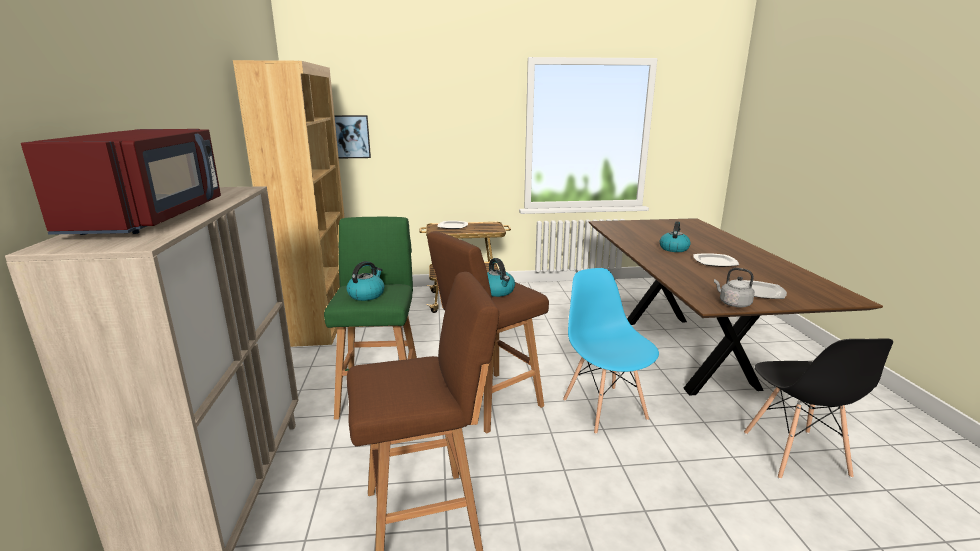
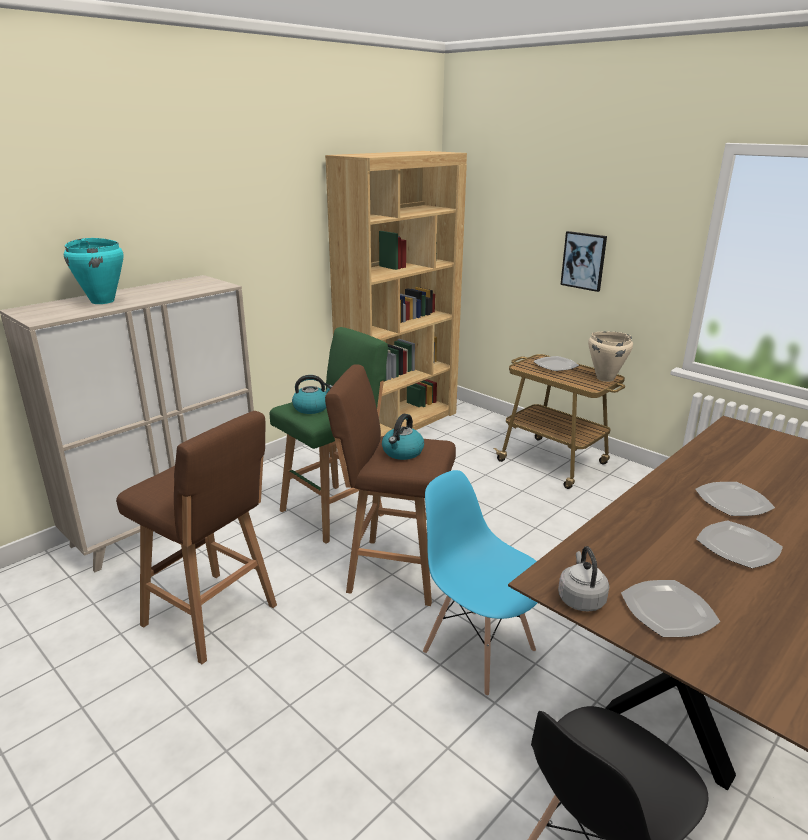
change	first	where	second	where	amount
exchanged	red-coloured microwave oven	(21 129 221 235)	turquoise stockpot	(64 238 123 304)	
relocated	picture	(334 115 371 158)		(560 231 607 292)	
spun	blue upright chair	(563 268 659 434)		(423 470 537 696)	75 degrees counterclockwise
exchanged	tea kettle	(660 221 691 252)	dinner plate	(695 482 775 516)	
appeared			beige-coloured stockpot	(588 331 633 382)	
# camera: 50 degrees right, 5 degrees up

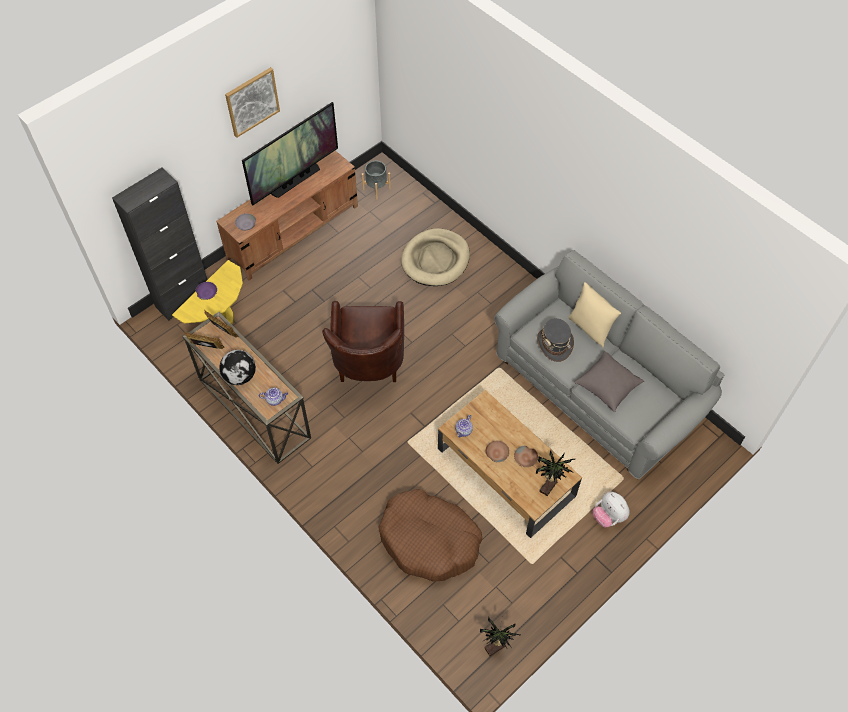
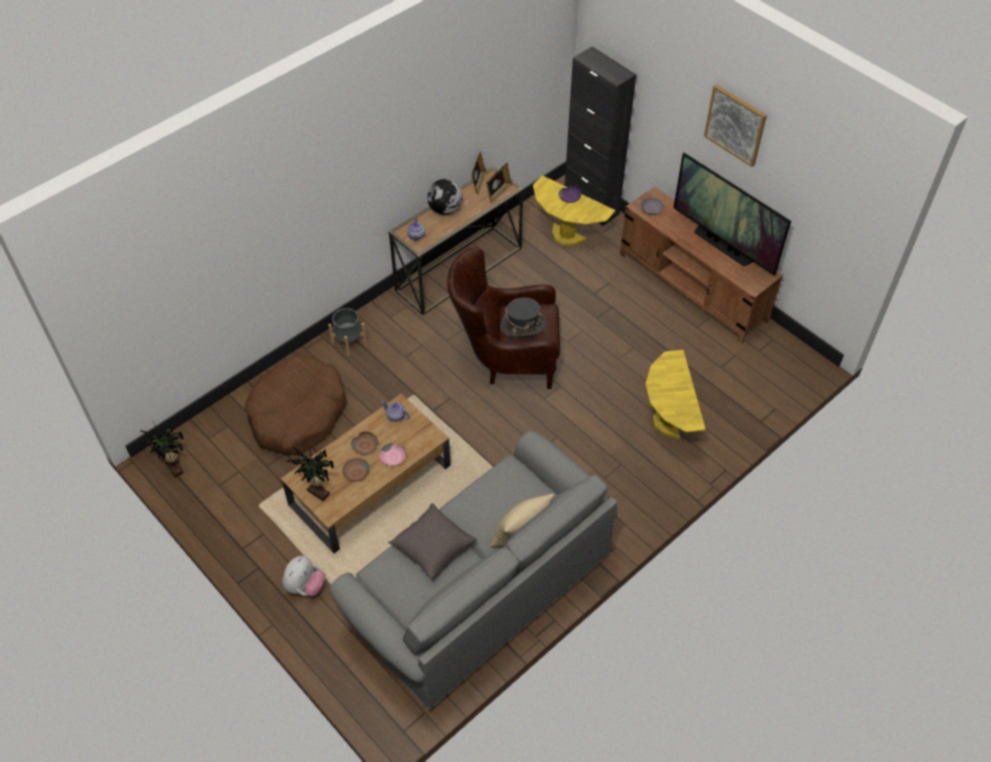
change	first	where	second	where	amount
relocated	grey flower pot	(362 161 391 199)		(329 308 367 356)	
exchanged	beige-coloured dog bed	(401 228 470 286)	yellowish end table	(645 350 706 439)	
relocated	grey wearable hat	(537 318 574 362)		(500 298 546 337)	
spun	soft toy	(593 492 630 527)		(282 556 325 596)	150 degrees clockwise
appeared			pink-coloured serving bowl	(379 443 407 466)	
# camera: 90 degrees right, 5 degrees down

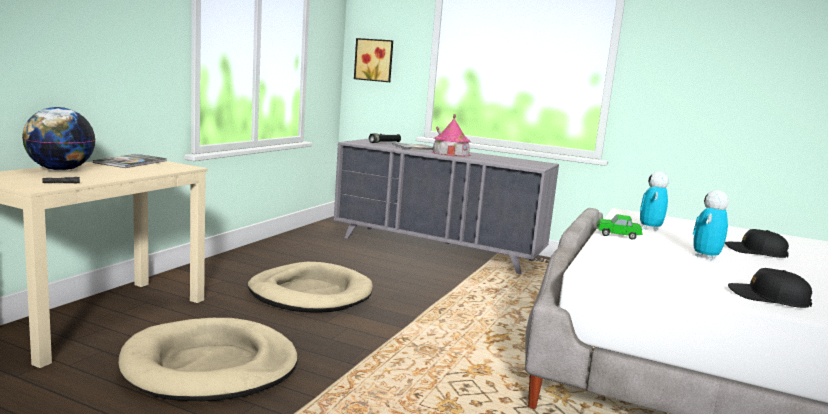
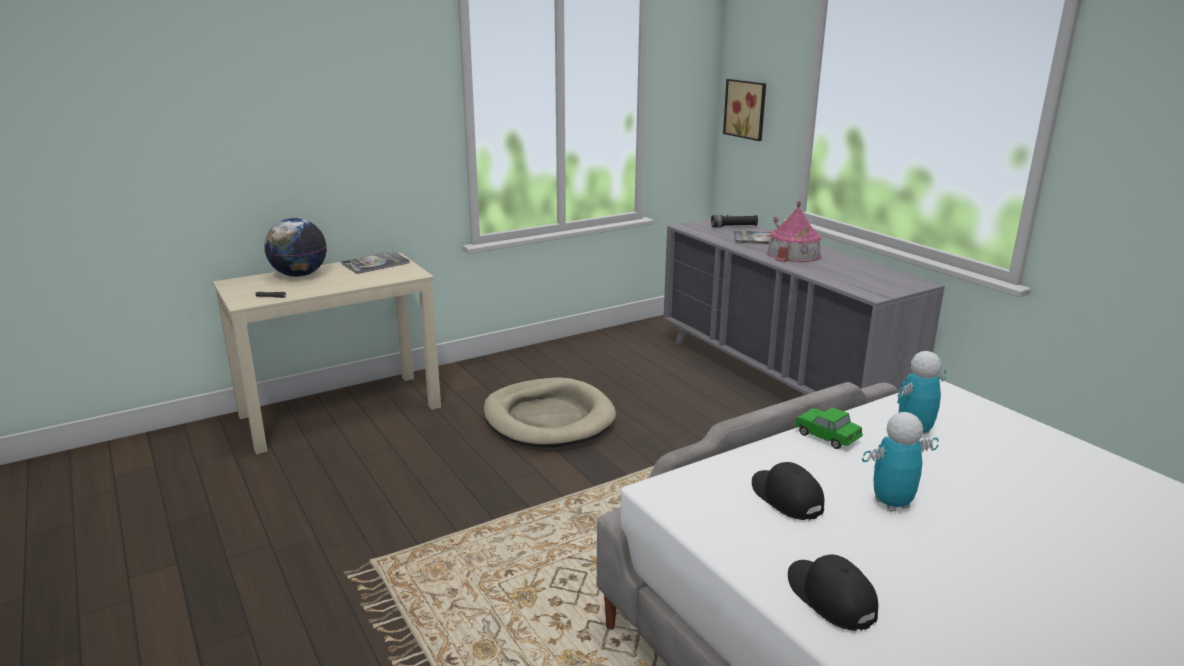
change	first	where	second	where	amount
missing	beige-coloured dog bed	(119 318 298 401)			
relocated	blackish cap	(725 229 789 258)		(752 462 824 520)	
# camera: 35 degrees right, 10 degrees up

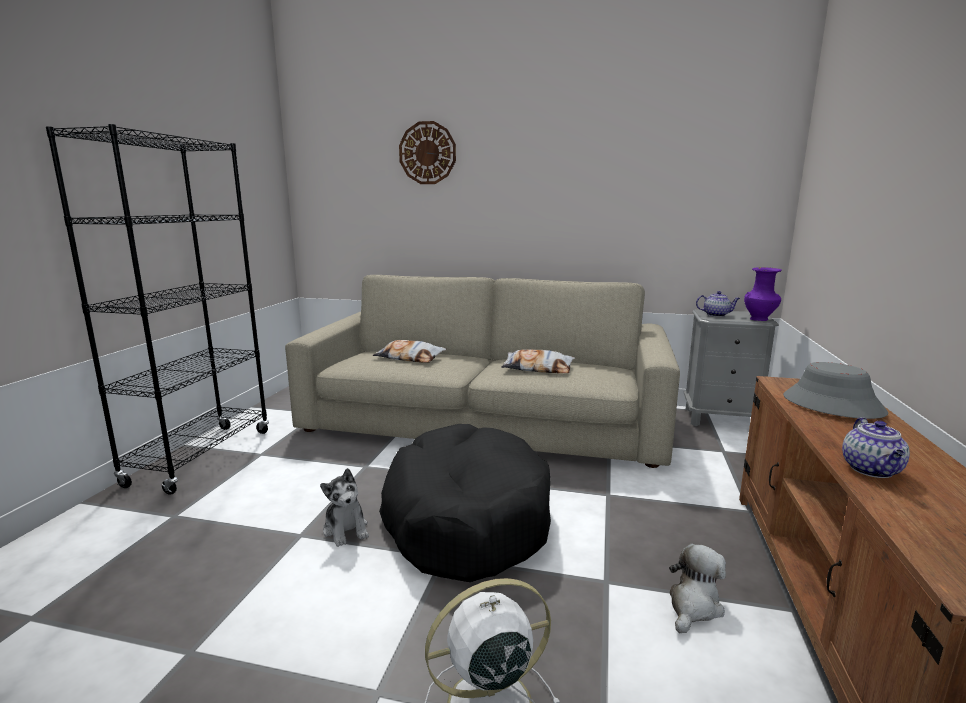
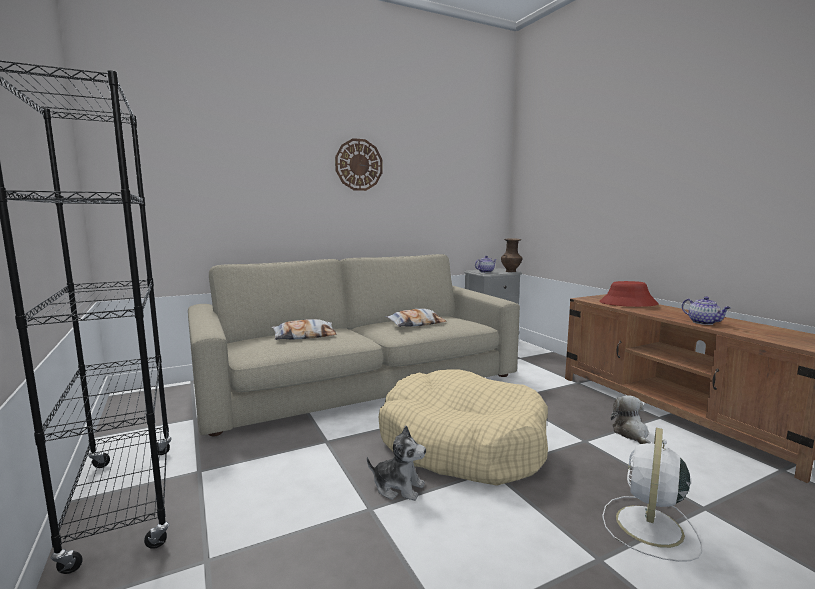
change	first	where	second	where	amount
colour	blackish dog bed	(379 424 551 582)	beige-coloured dog bed	(379 369 548 486)	
relocated	wall clock	(399 121 456 184)		(335 138 383 191)	
colour	purple-coloured flower vase	(744 267 782 321)	brownish flower vase	(501 238 523 272)	
colour	grey wearable hat	(783 362 888 419)	red-coloured wearable hat	(599 281 659 307)	
# camera: 40 degrees left, 5 degrees down

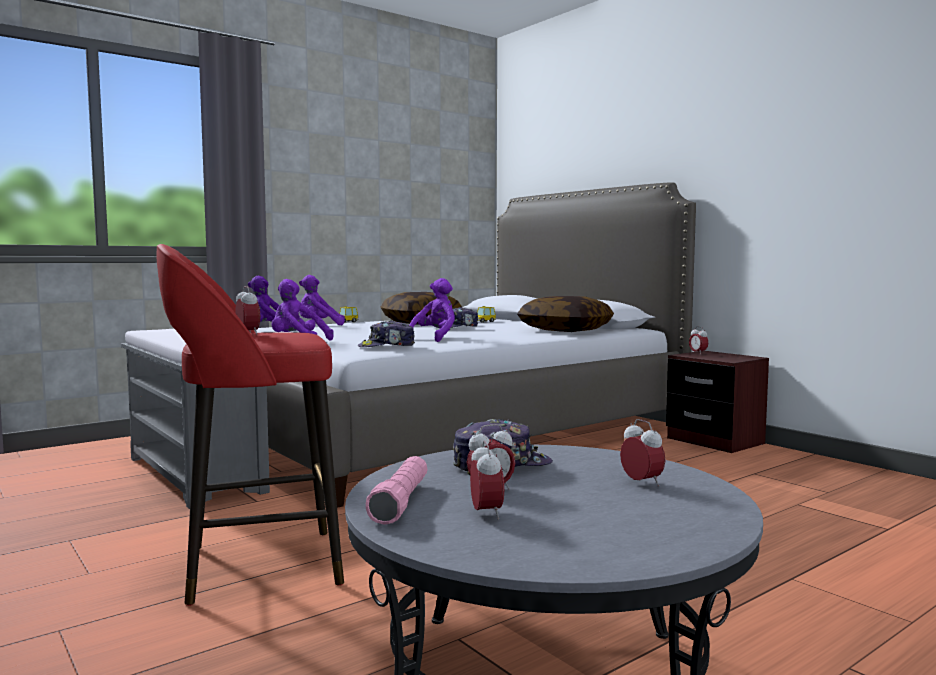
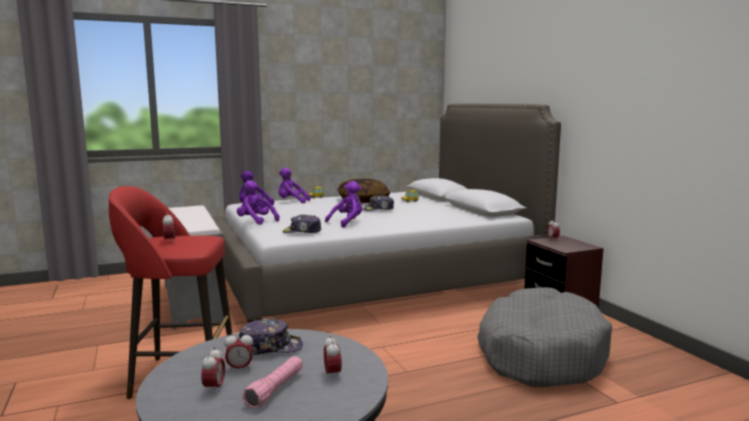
change	first	where	second	where	amount
relocated	pink-coloured flashlight	(366 456 428 525)		(242 356 303 409)	
missing	cushion	(517 296 614 332)			
appeared			grey dog bed	(477 287 612 387)	
# camera: 15 degrees right, 5 degrees up

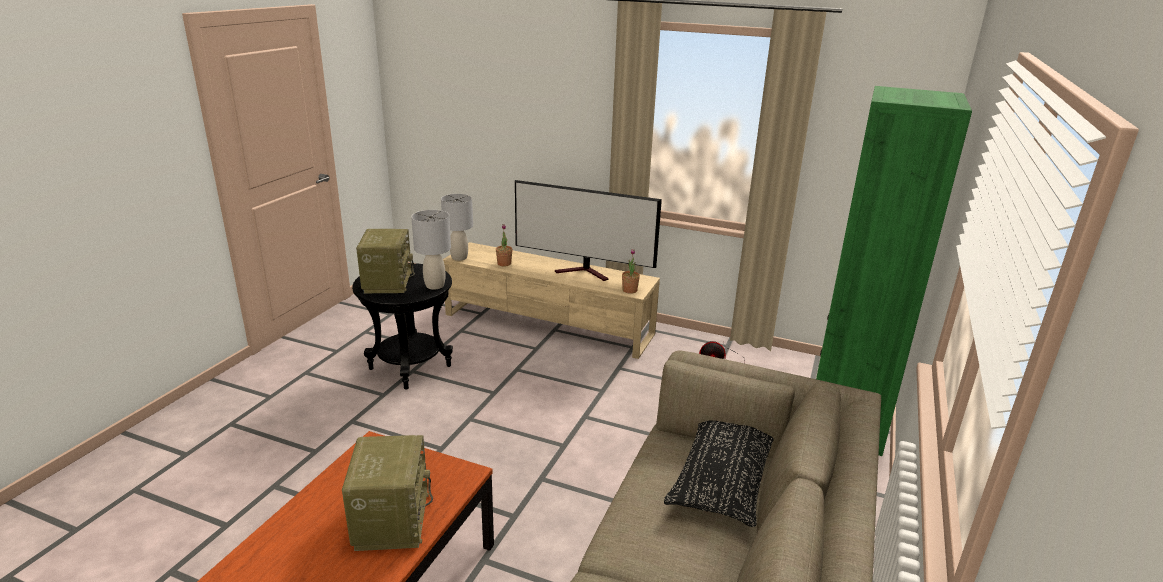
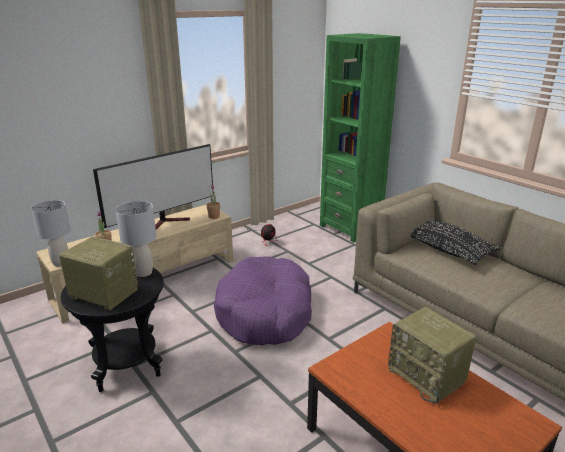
change	first	where	second	where	amount
spun	radio set	(342 435 433 551)		(388 307 476 404)	150 degrees counterclockwise
appeared			purple-coloured dog bed	(214 256 312 345)	
# camera: 60 degrees left, 0 degrees up

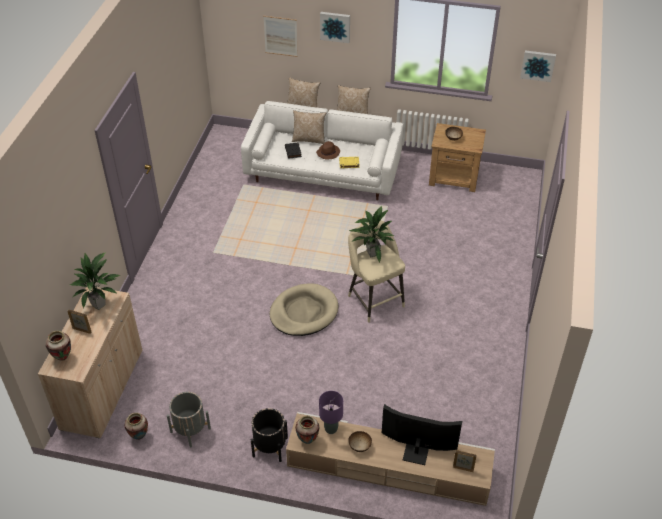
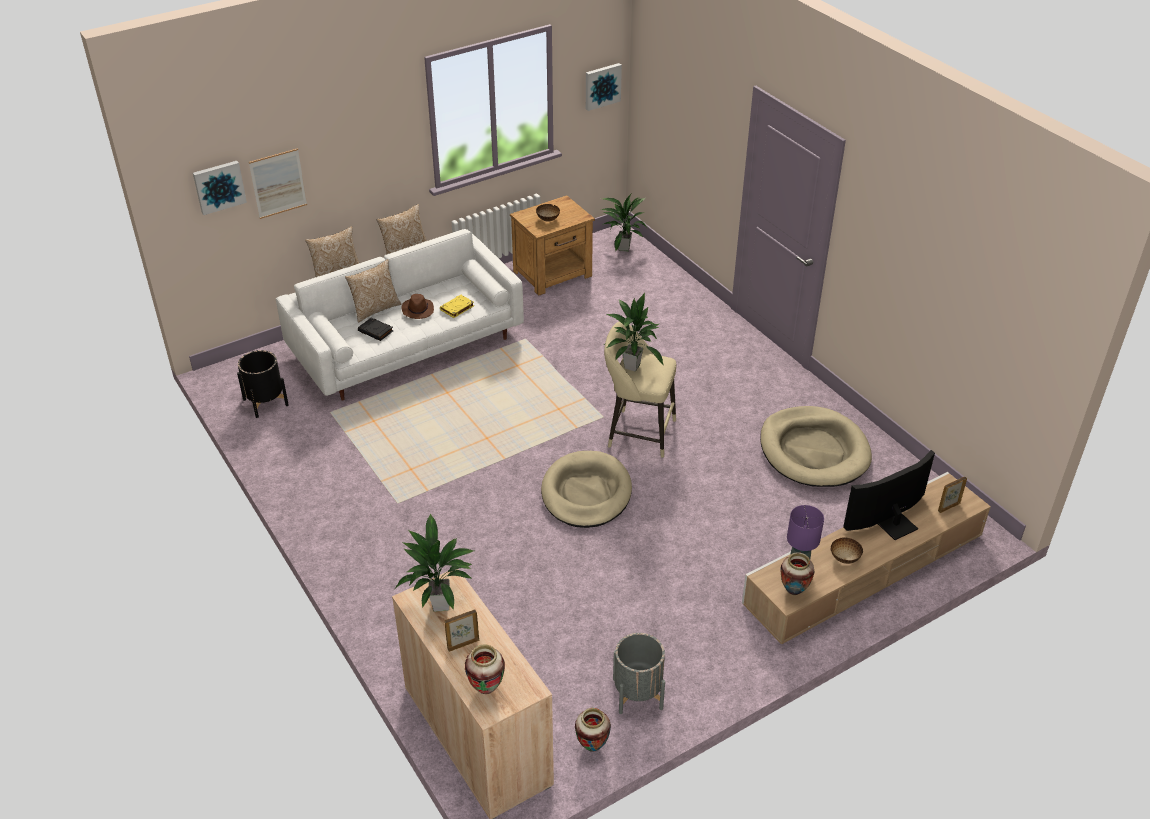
change	first	where	second	where	amount
relocated	blackish flower pot	(251 408 288 462)		(237 350 289 418)	
relocated	picture	(320 12 350 43)		(193 161 247 215)	
appeared			plant in a pot	(601 194 648 252)	
appeared			beige-coloured dog bed	(760 406 872 487)	
# camera: 45 degrees left, 5 degrees down

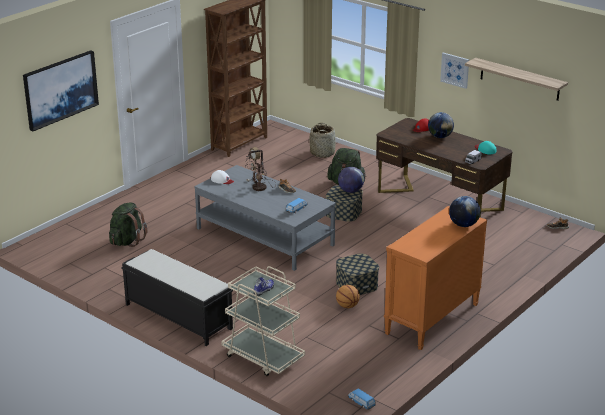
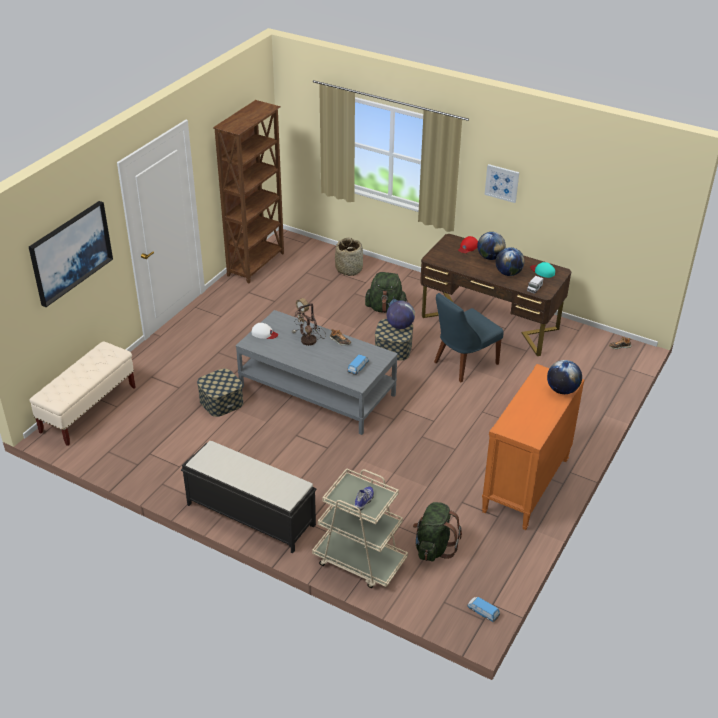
change	first	where	second	where	amount
relocated	green backpack	(109 203 148 247)		(413 502 462 561)	
relocated	storage box	(336 253 379 295)		(197 369 243 417)	
missing	basketball	(336 285 360 308)			
missing	bracket shelf	(465 58 568 101)			
appeared			beige-coloured indoor bench	(29 341 136 446)	
appeared			blue upright chair	(434 293 504 382)	
appeared			desk globe	(496 247 524 276)	
# camera: 10 degrees left, 10 degrees up

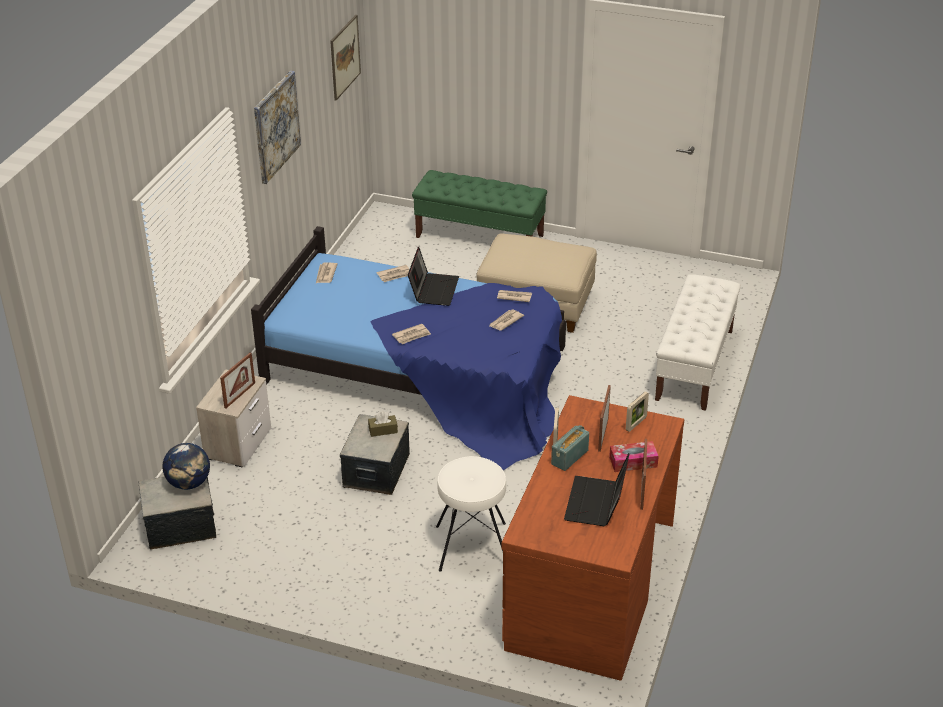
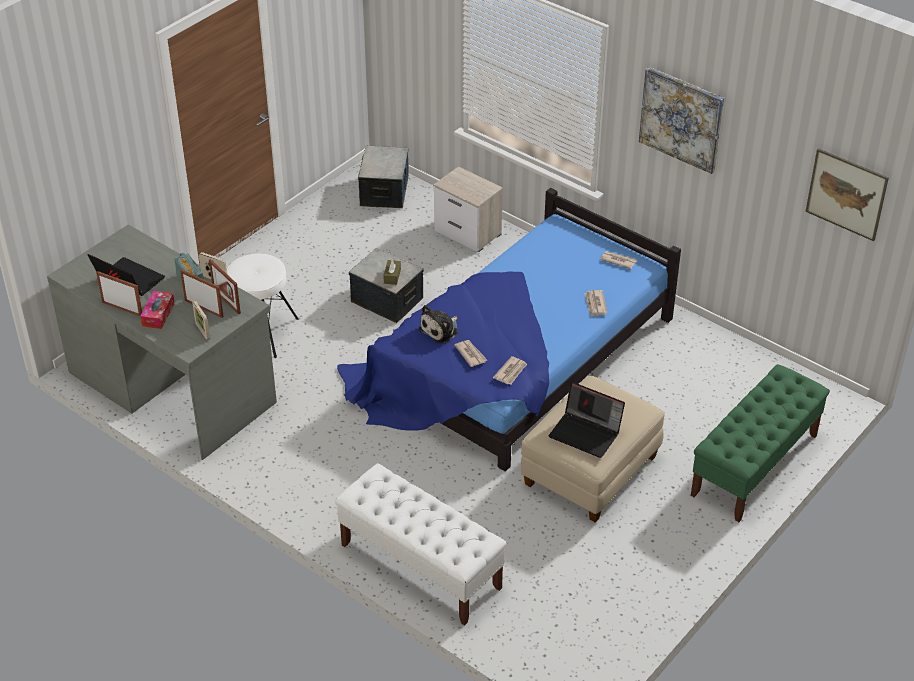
change	first	where	second	where	amount
missing	desk globe	(162 443 210 490)			
relocated	standing frame	(220 352 255 408)		(209 259 241 314)	
missing	printed paper	(392 324 431 344)			
relocated	laptop	(408 247 459 306)		(549 382 625 458)	
colour	brownish desk table	(501 395 684 681)	grey desk table	(47 224 277 460)	
appeared			soft toy	(419 305 458 343)	
# camera: 110 degrees right, 5 degrees up

